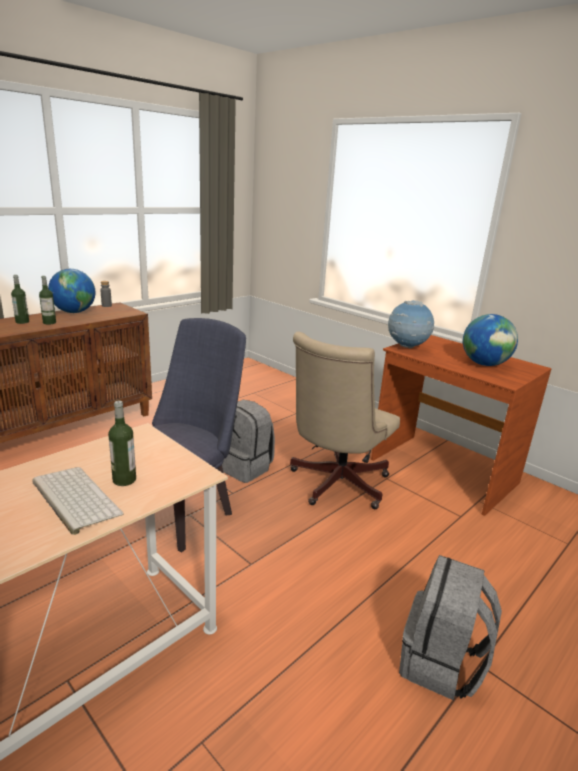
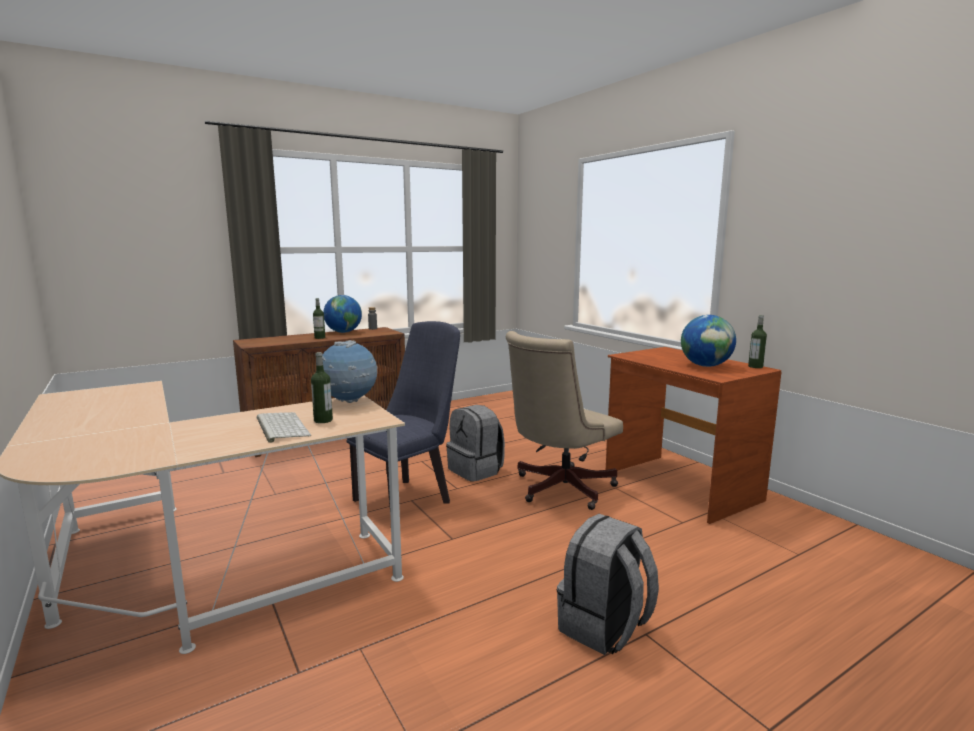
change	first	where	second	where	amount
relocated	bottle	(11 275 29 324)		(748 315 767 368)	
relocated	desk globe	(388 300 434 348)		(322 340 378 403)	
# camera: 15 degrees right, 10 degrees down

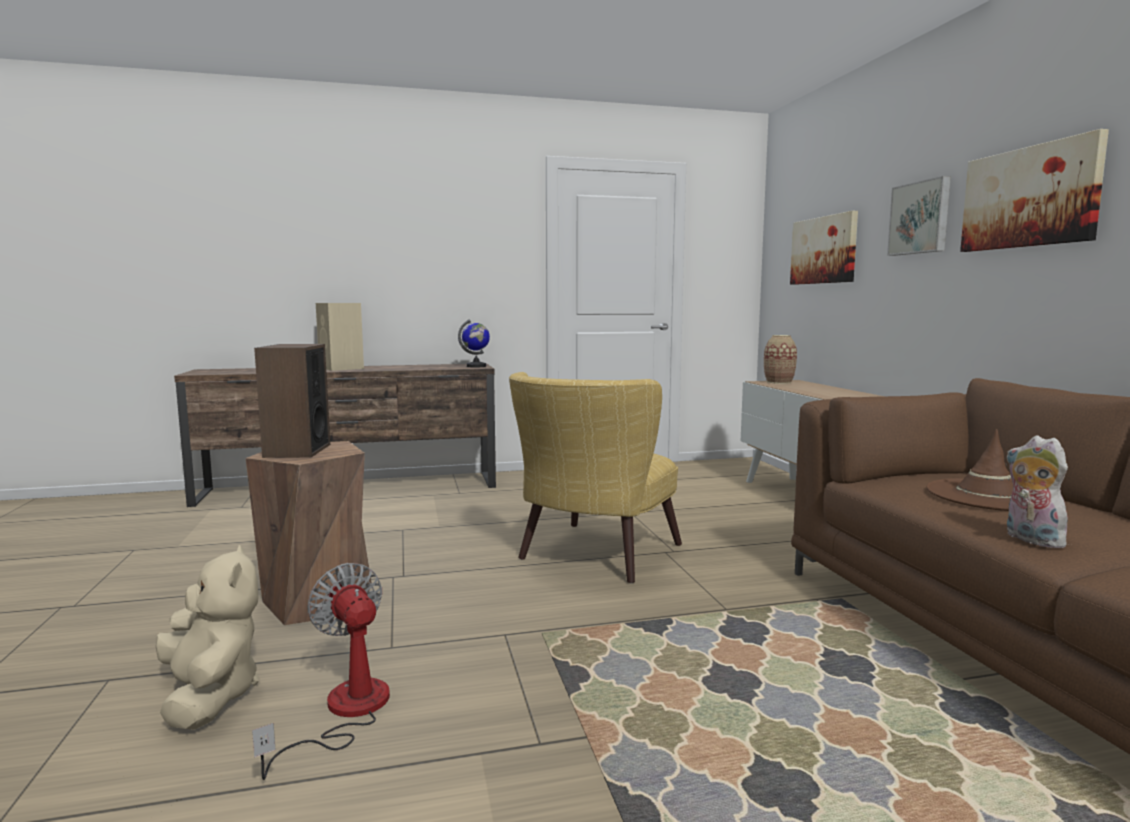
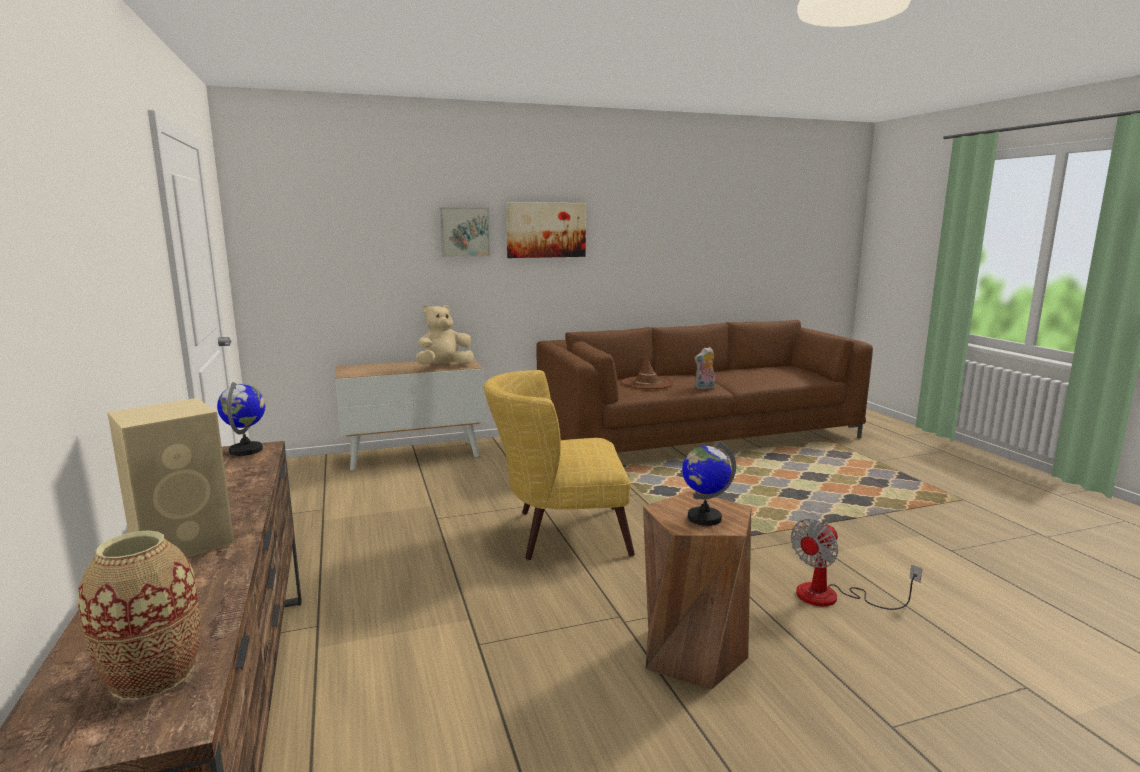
change	first	where	second	where	amount
relocated	beige-coloured soft toy	(156 545 259 730)		(415 305 474 365)	
exchanged	speaker	(254 344 330 458)	desk globe	(682 441 736 526)	
spun	yellowish armchair	(509 372 682 583)		(483 370 635 560)	150 degrees clockwise
relocated	flower vase	(764 335 797 384)		(78 530 200 700)	
missing	picture	(790 211 858 285)			
# camera: 95 degrees left, 5 degrees up

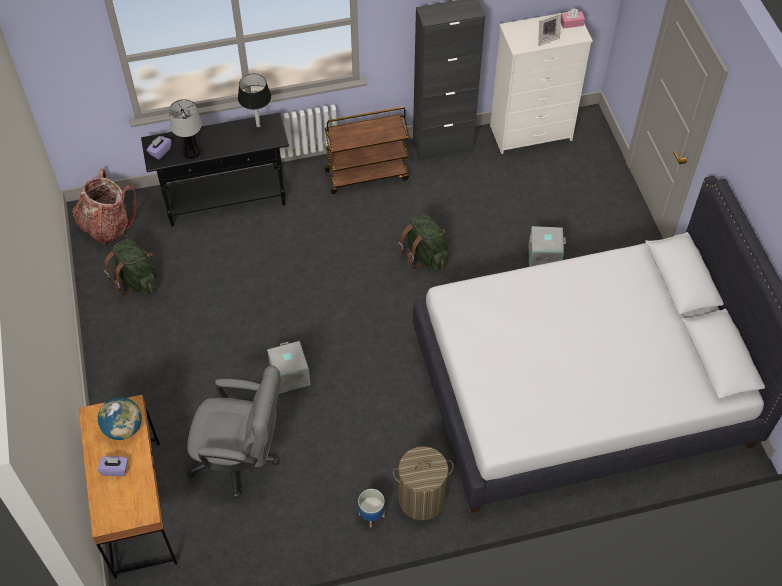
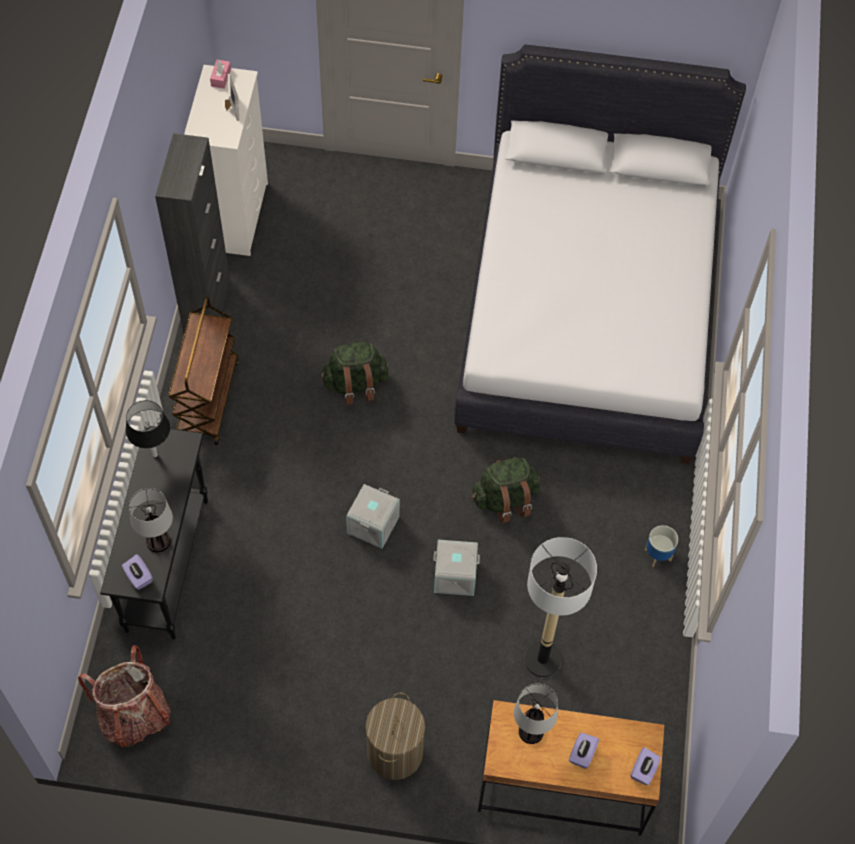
change	first	where	second	where	amount
exchanged	desk globe	(98 397 142 440)	table lamp	(514 683 558 744)	
relocated	green backpack	(104 239 158 296)		(471 458 540 523)	
exchanged	grey desk chair	(187 366 281 498)	standard lamp	(524 537 597 677)	
relocated	laundry basket	(393 446 454 520)		(366 693 425 780)	
relocated	grey storage box	(529 226 566 267)		(346 484 400 549)	
appeared			purple-coloured box of tissues	(630 747 661 785)	
# camera: 70 degrees left, 5 degrees up

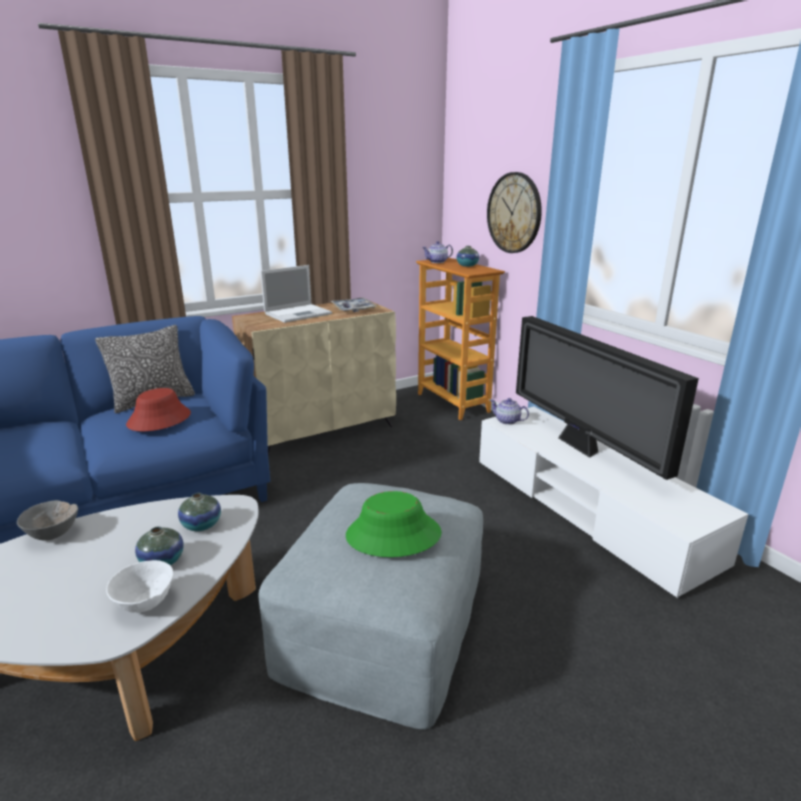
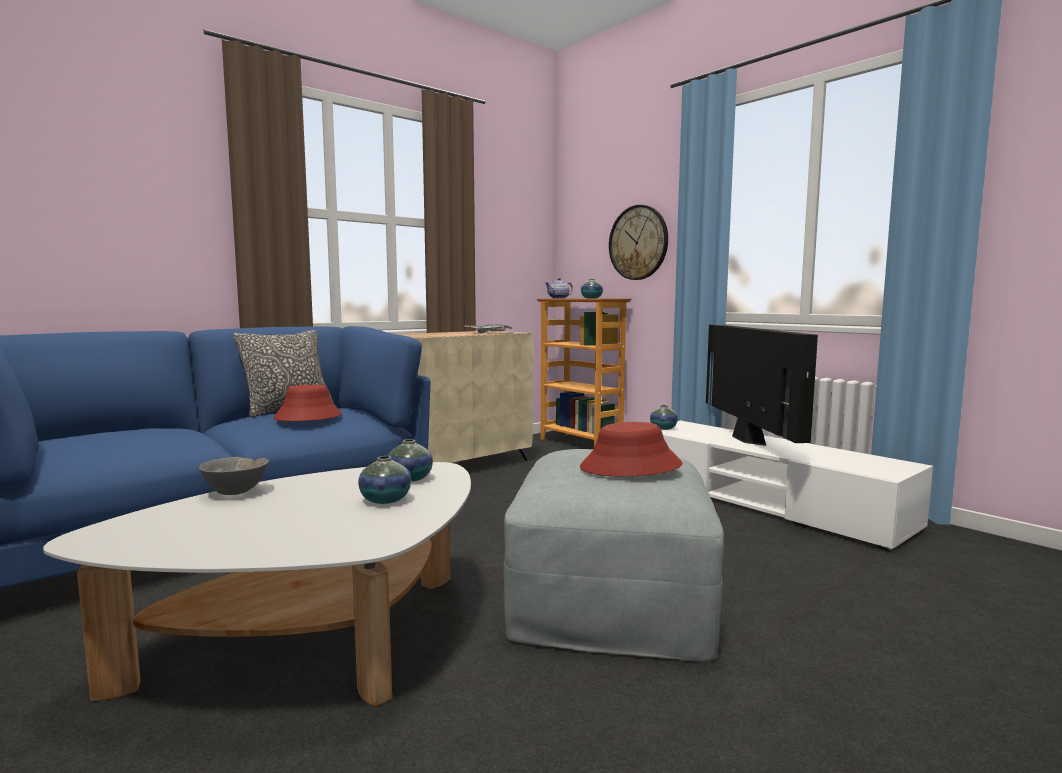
change	first	where	second	where	amount
missing	whitish serving bowl	(106 560 174 613)			
missing	laptop	(260 265 332 323)			
colour	green wearable hat	(346 491 442 557)	red-coloured wearable hat	(580 422 682 477)	
exchanged	pot for tea	(490 398 529 425)	flower vase	(650 405 678 430)	
spun	TV set	(516 316 699 480)		(706 325 818 446)	150 degrees counterclockwise
# camera: 10 degrees left, 15 degrees down

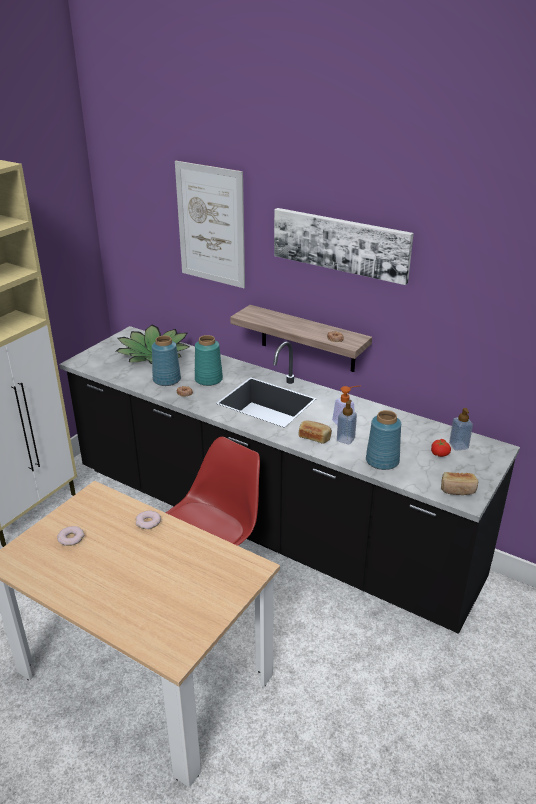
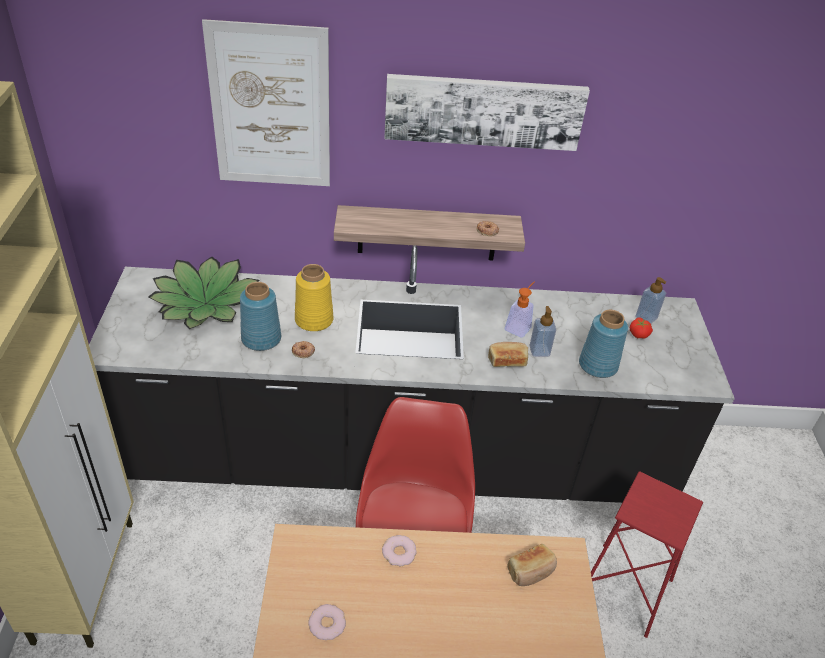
change	first	where	second	where	amount
colour	turquoise flower vase	(195 335 223 386)	yellowish flower vase	(295 264 334 331)	
relocated	baked bread	(441 472 478 495)		(507 544 557 586)	
appeared			red-coloured sitting stool	(591 471 703 638)	
# camera: 35 degrees left, 10 degrees up

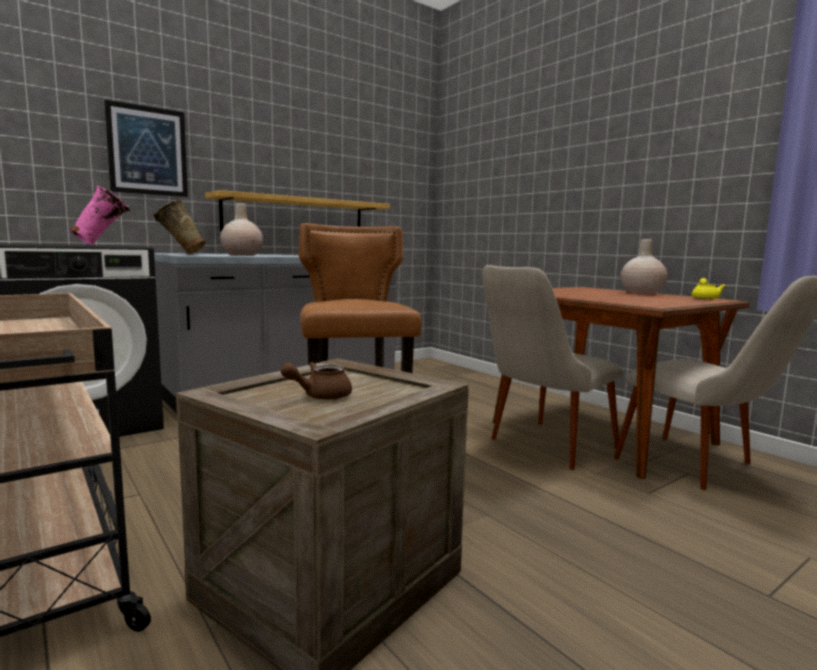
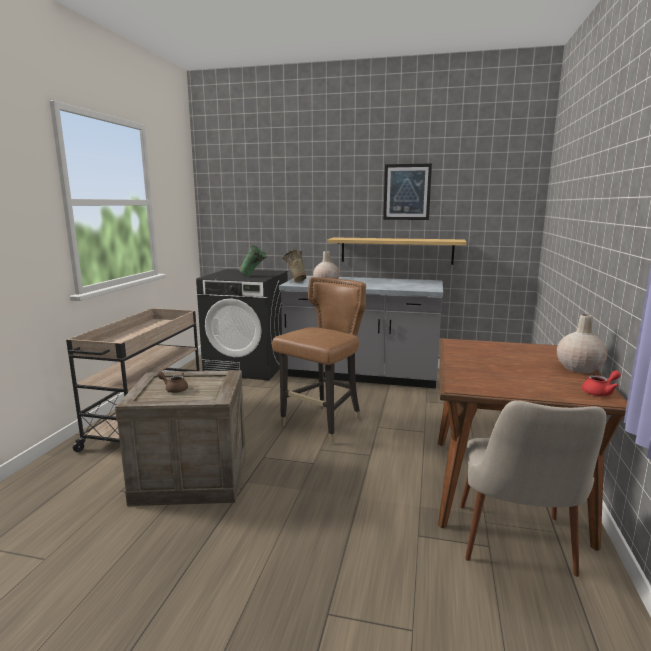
change	first	where	second	where	amount
colour	pink-coloured flower vase	(70 186 130 246)	green flower vase	(239 245 268 277)	
relocated	picture	(104 100 188 197)		(383 163 432 220)	
missing	beige-coloured upright chair	(482 265 623 470)			
colour	yellowish pot for tea	(691 278 726 299)	red-coloured pot for tea	(582 370 621 396)	
# camera: 50 degrees right, 5 degrees up

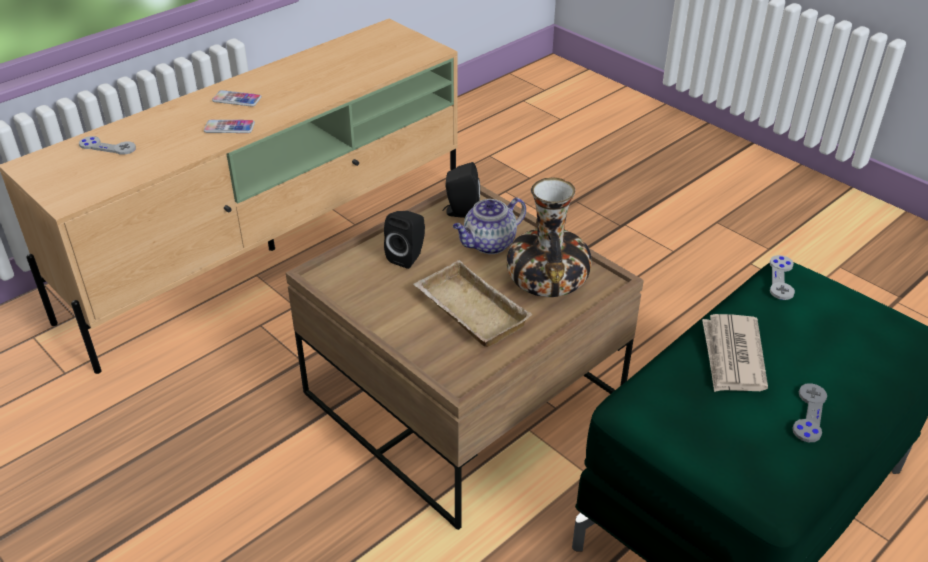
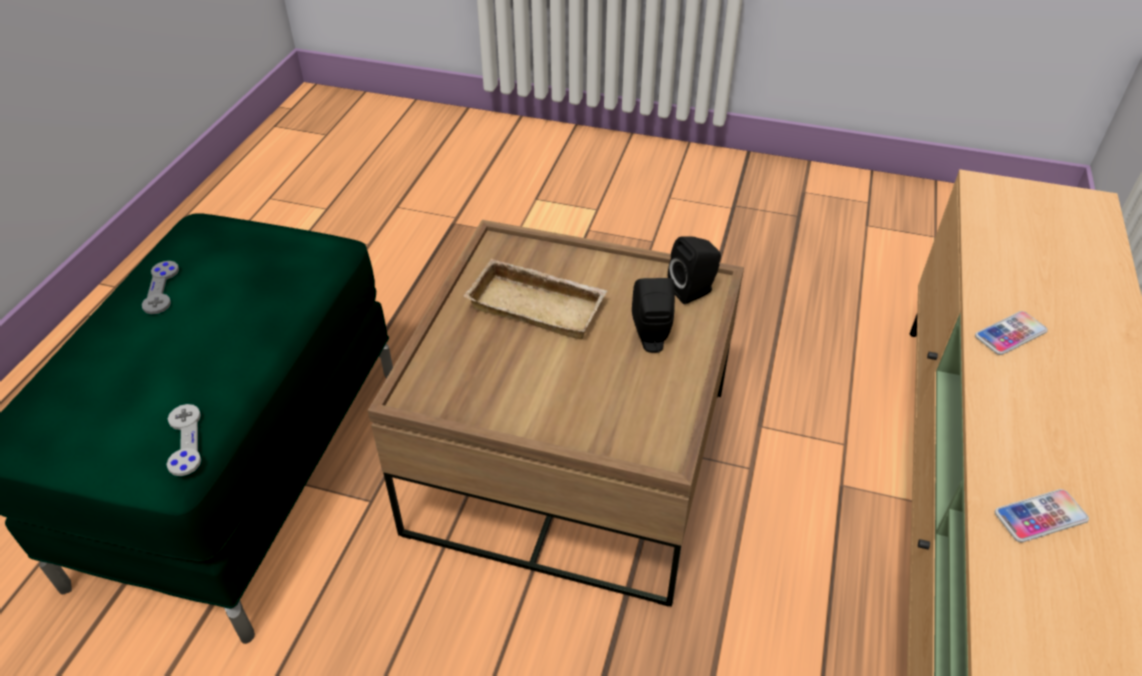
change	first	where	second	where	amount
missing	grey gamepad	(79 136 136 155)			
relocated	phone	(212 90 262 107)		(995 489 1089 543)	
relocated	blackish speaker	(442 162 480 218)		(668 236 721 304)	
missing	pot for tea	(453 198 526 254)			
missing	flower vase	(507 177 592 297)			
missing	printed paper	(702 314 768 392)			
# camera: 150 degrees right, 5 degrees up

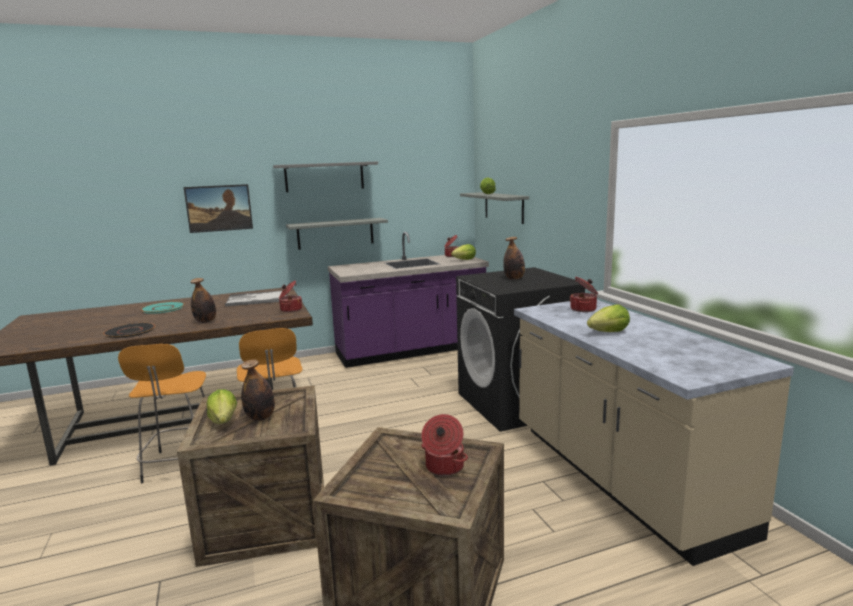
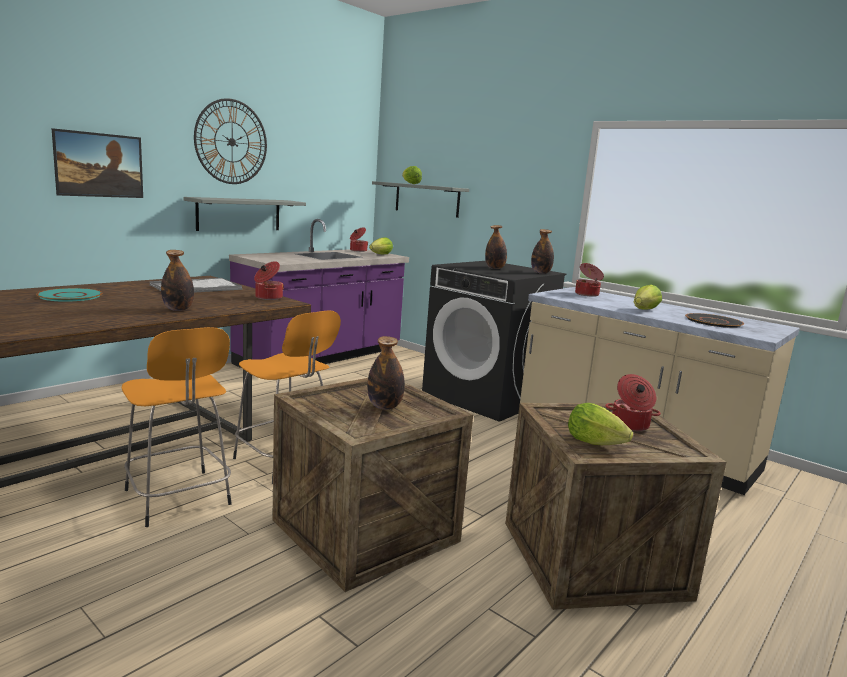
change	first	where	second	where	amount
relocated	blackish dinner plate	(103 323 155 338)		(685 313 744 328)	
relocated	lettuce head	(207 389 237 424)		(568 403 633 445)	
exchanged	grey bracket shelf	(273 161 378 192)	wall clock	(194 98 267 184)	
appeared			bottle	(531 229 554 274)	
# camera: 30 degrees left, 0 degrees up

